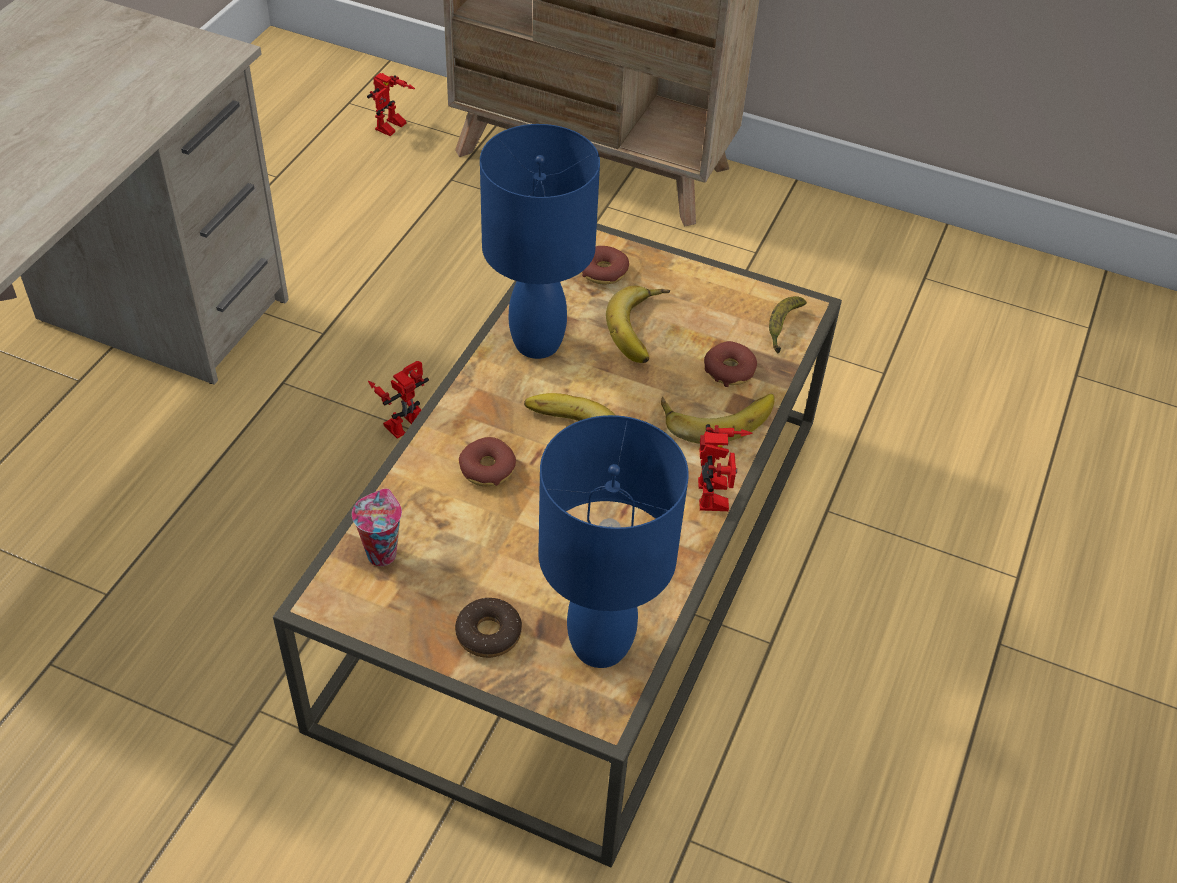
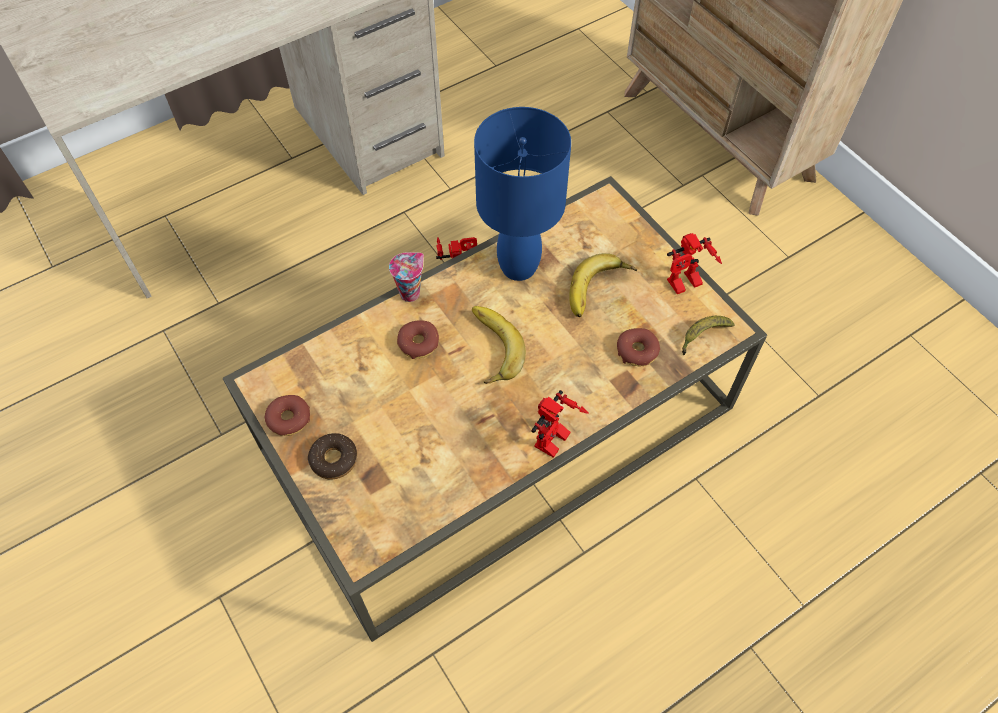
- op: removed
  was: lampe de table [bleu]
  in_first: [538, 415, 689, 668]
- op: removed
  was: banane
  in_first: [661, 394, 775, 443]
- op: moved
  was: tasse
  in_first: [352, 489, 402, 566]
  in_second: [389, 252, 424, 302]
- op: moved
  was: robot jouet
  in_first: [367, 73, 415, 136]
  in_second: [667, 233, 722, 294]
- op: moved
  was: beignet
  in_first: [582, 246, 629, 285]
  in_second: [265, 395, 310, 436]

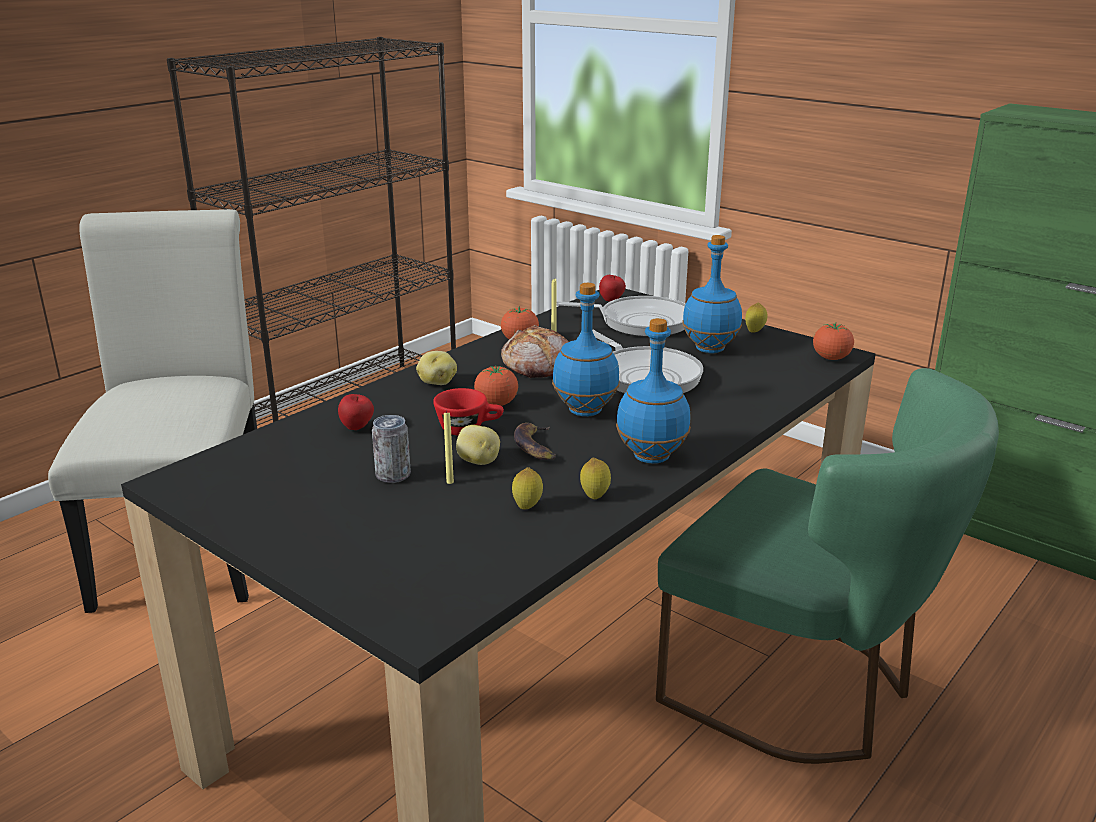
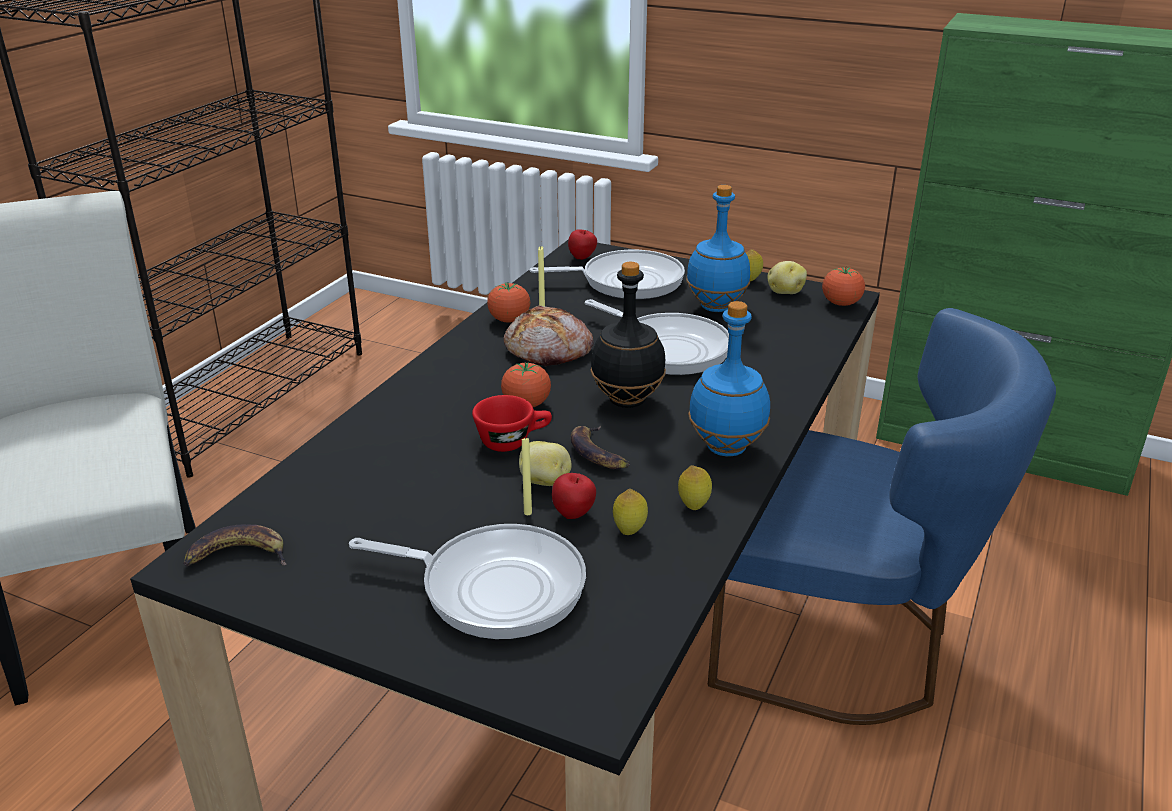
- op: removed
  was: boîte métallique
  in_first: [372, 415, 411, 483]
- op: added
  now: banane
  in_second: [183, 525, 286, 566]
- op: added
  now: poêle
  in_second: [349, 524, 586, 639]
- op: moved
  was: pomme
  in_first: [338, 394, 374, 430]
  in_second: [552, 473, 596, 519]
- op: moved
  was: pomme de terre
  in_first: [416, 351, 457, 385]
  in_second: [767, 261, 807, 294]
- op: recoloured
  was: bouteille [bleu]
  now: bouteille [noir]
  in_first: [552, 283, 620, 417]
  in_second: [590, 262, 666, 408]
- op: recoloured
  was: chaise [vert]
  now: chaise [bleu]
  in_first: [656, 368, 999, 764]
  in_second: [708, 308, 1056, 725]

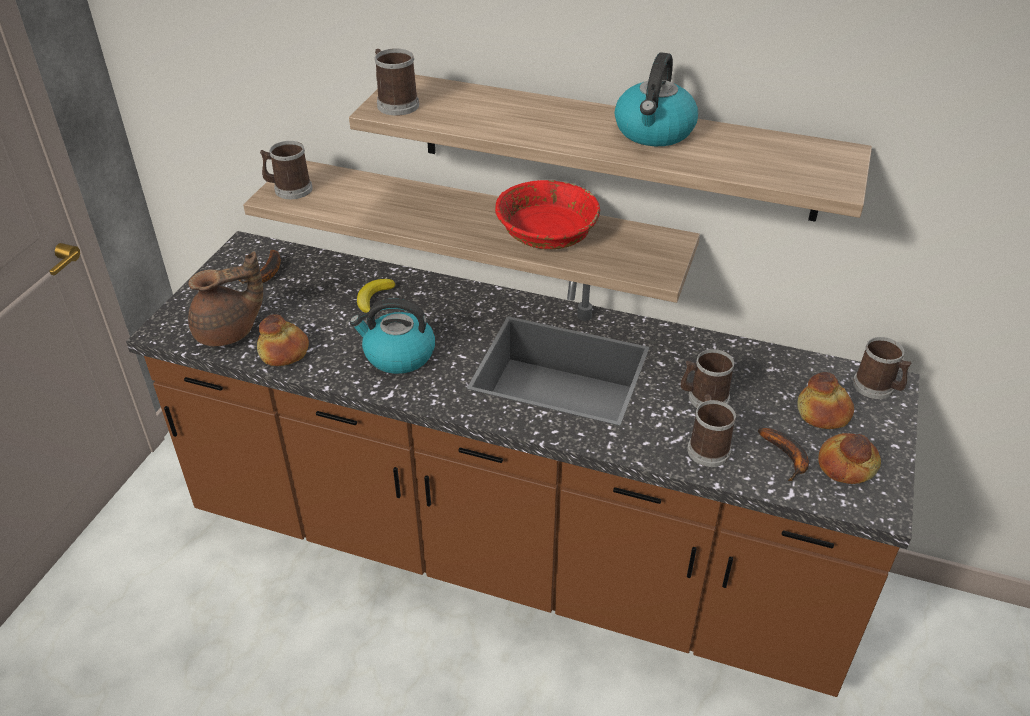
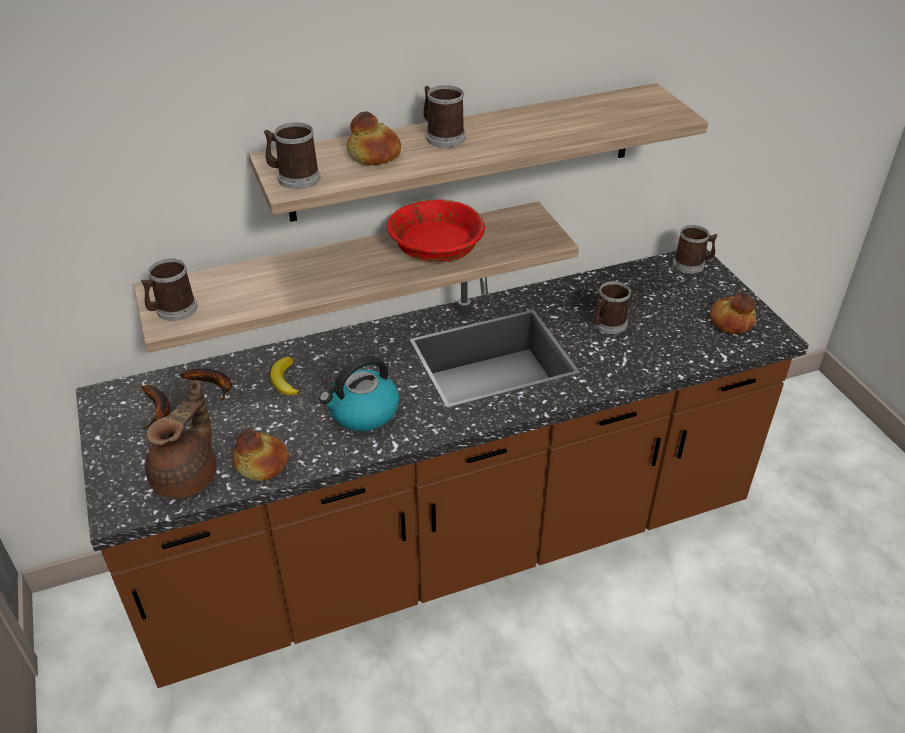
- op: removed
  was: bouilloire
  in_first: [615, 52, 698, 146]
- op: moved
  was: mug
  in_first: [687, 394, 736, 467]
  in_second: [423, 85, 465, 148]
- op: moved
  was: banane
  in_first: [758, 428, 809, 481]
  in_second: [180, 368, 232, 400]
- op: moved
  was: pain
  in_first: [798, 372, 854, 429]
  in_second: [347, 111, 401, 165]

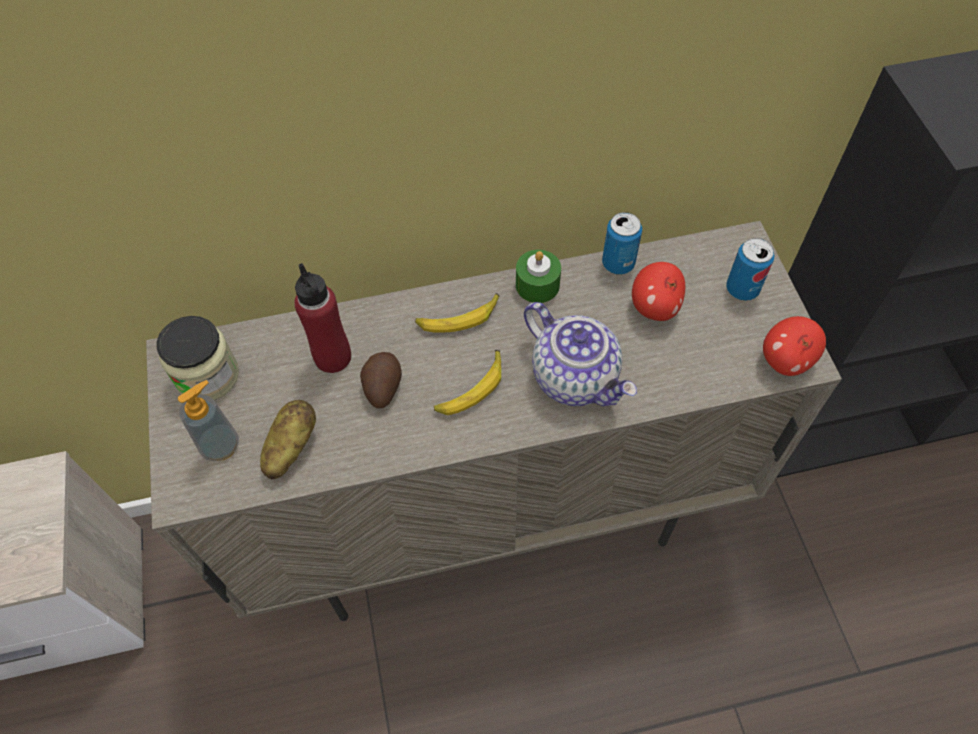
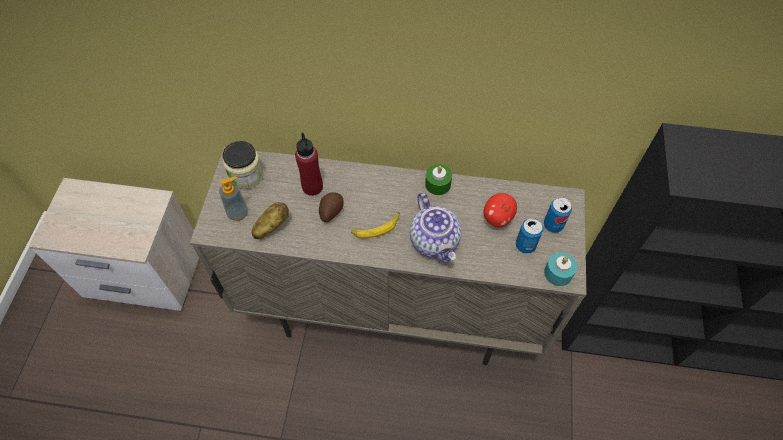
- op: removed
  was: banane
  in_first: [415, 293, 499, 332]
- op: moved
  was: boîte métallique
  in_first: [602, 212, 642, 275]
  in_second: [516, 218, 543, 254]
- op: replaced
  was: pomme
  now: bougie [turquoise]
  in_first: [763, 316, 826, 376]
  in_second: [544, 252, 577, 286]

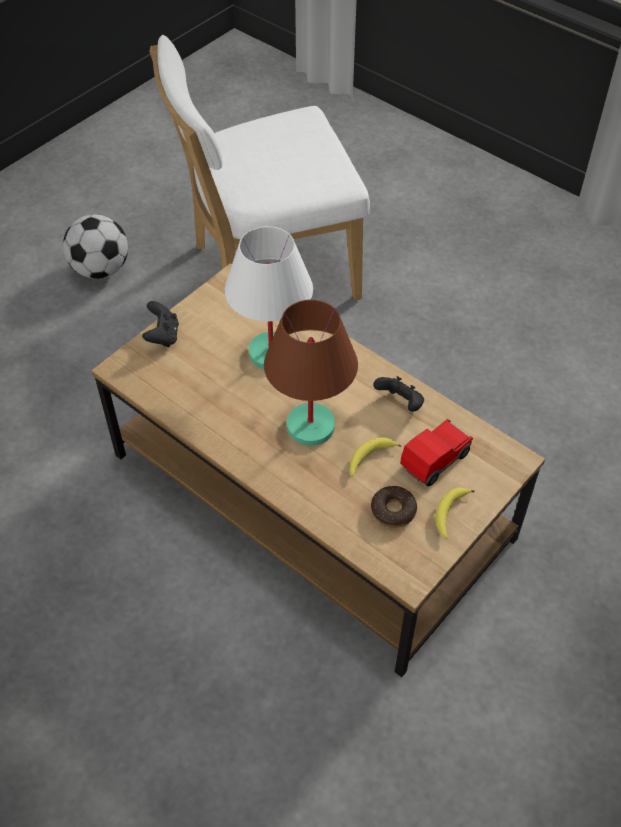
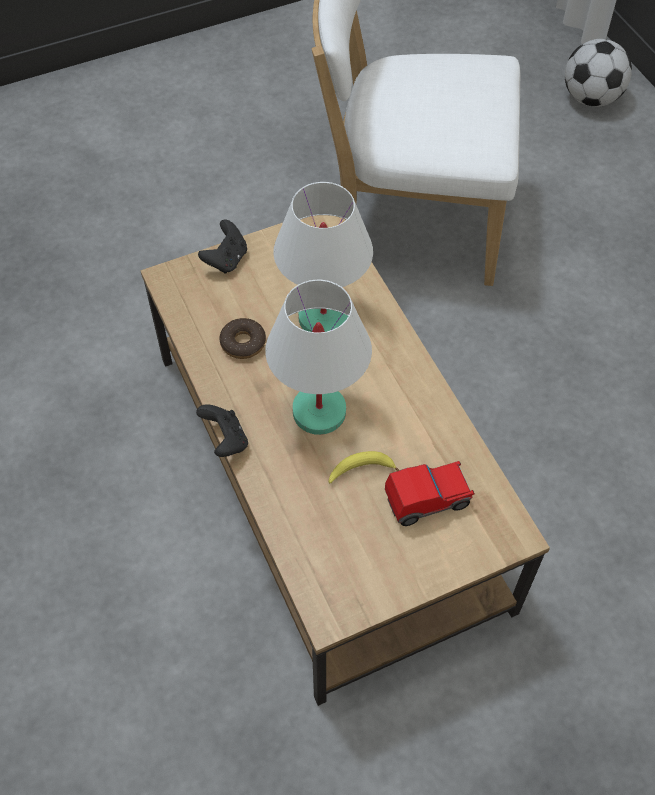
- op: removed
  was: banane
  in_first: [435, 488, 475, 539]
- op: moved
  was: ballon de foot
  in_first: [63, 214, 128, 279]
  in_second: [565, 39, 632, 107]
- op: moved
  was: beignet
  in_first: [371, 486, 417, 528]
  in_second: [220, 318, 266, 359]
- op: moved
  was: manette [noir]
  in_first: [373, 376, 424, 412]
  in_second: [196, 404, 248, 457]
- op: recoloured
  was: lampe de table [marron]
  now: lampe de table [blanc]
  in_first: [264, 300, 358, 446]
  in_second: [265, 280, 372, 435]

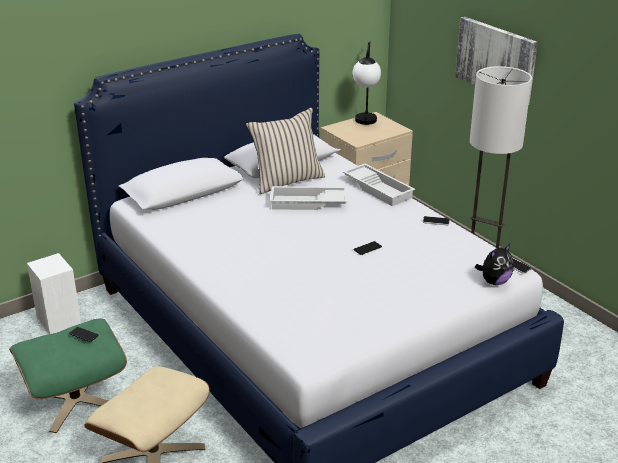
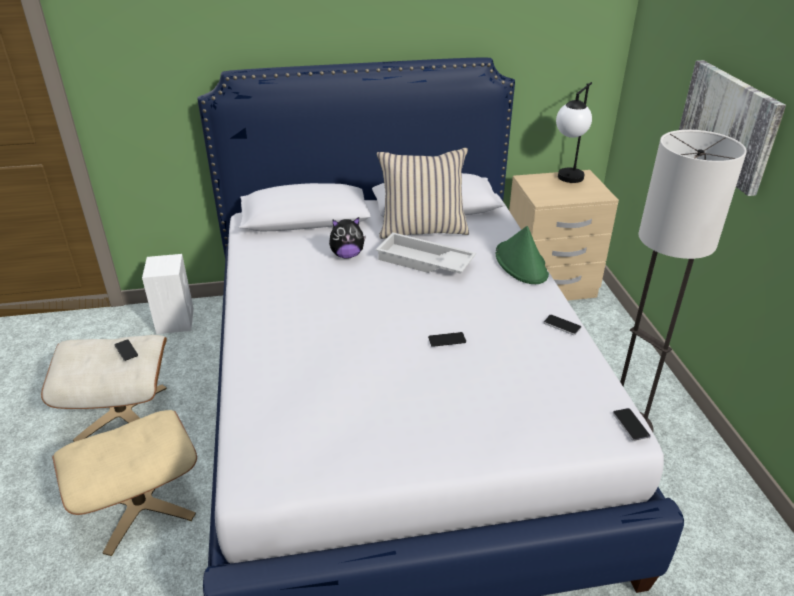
- op: moved
  was: peluche
  in_first: [475, 244, 514, 285]
  in_second: [329, 217, 366, 259]
- op: replaced
  was: plateau [blanc]
  now: chapeau [vert]
  in_first: [343, 163, 415, 206]
  in_second: [496, 226, 549, 284]
- op: recoloured
  was: pouf [vert]
  now: pouf [beige]
  in_first: [9, 318, 127, 433]
  in_second: [41, 335, 167, 442]

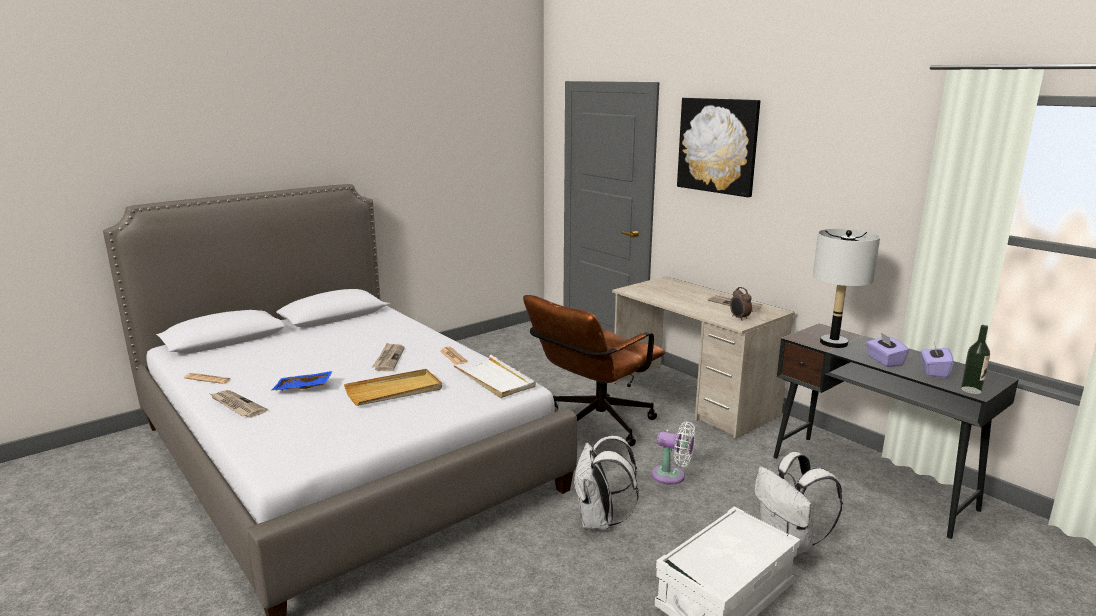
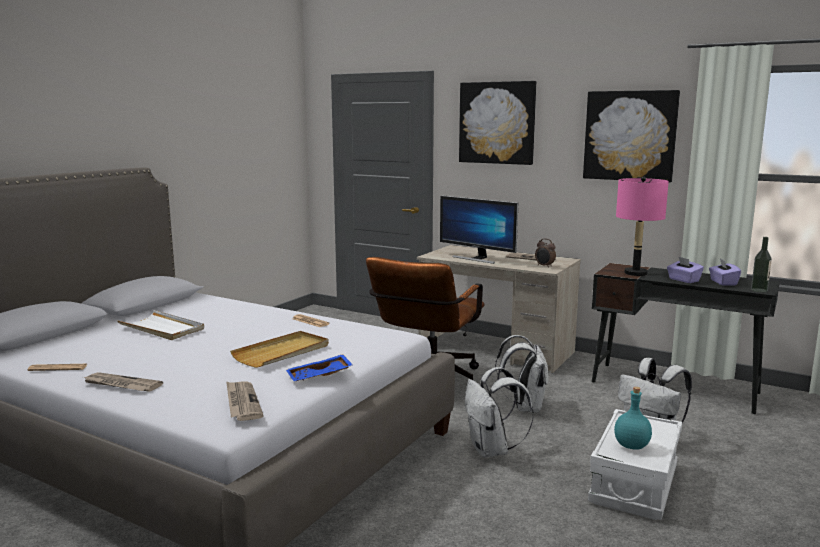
- op: added
  now: écran d'ordinateur
  in_second: [440, 195, 518, 264]
- op: added
  now: tableau
  in_second: [583, 90, 680, 183]
- op: added
  now: bouteille [turquoise]
  in_second: [614, 387, 652, 449]
- op: moved
  was: plateau [bleu]
  in_first: [272, 371, 333, 391]
  in_second: [286, 354, 353, 381]
- op: moved
  was: journal
  in_first: [372, 343, 405, 371]
  in_second: [226, 381, 264, 421]
- op: moved
  was: plateau [blanc]
  in_first: [453, 354, 536, 398]
  in_second: [117, 310, 204, 340]
- op: replaced
  was: ventilateur [blanc]
  now: sac à dos [blanc]
  in_first: [652, 421, 695, 485]
  in_second: [495, 335, 549, 413]
- op: recoloured
  was: lampe de table [gris]
  now: lampe de table [rose]
  in_first: [813, 229, 880, 348]
  in_second: [616, 176, 669, 276]

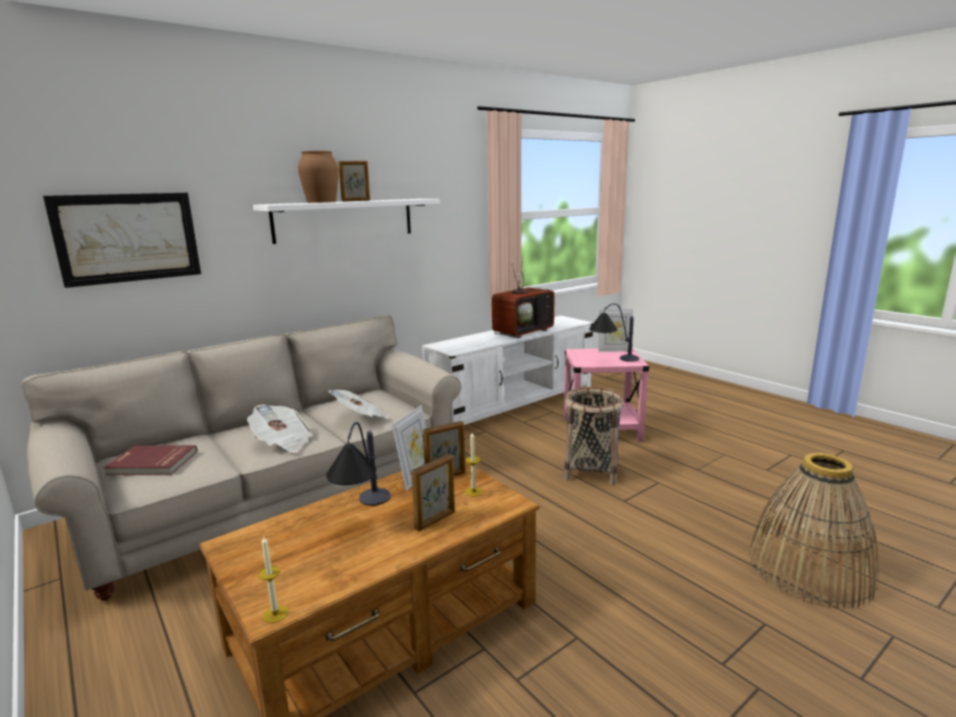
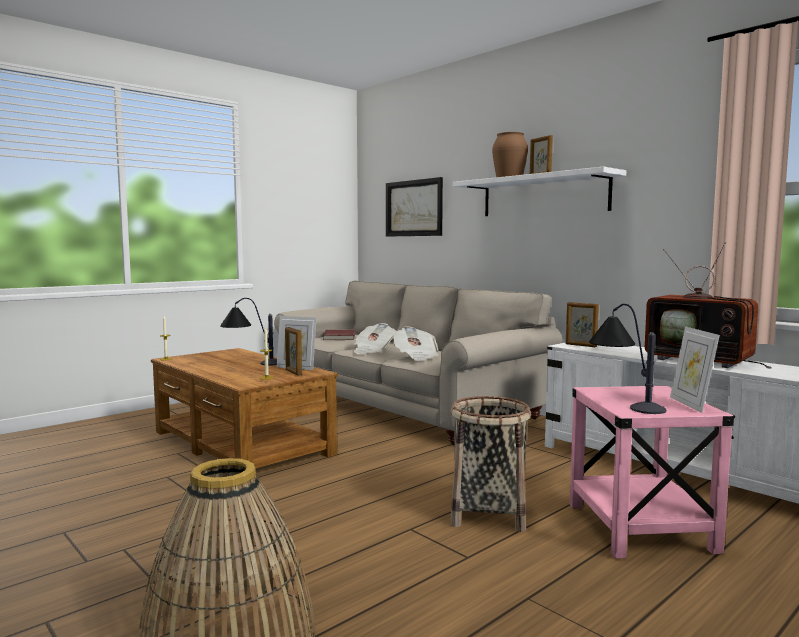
- op: moved
  was: cadre photo
  in_first: [411, 454, 455, 532]
  in_second: [566, 302, 599, 347]

